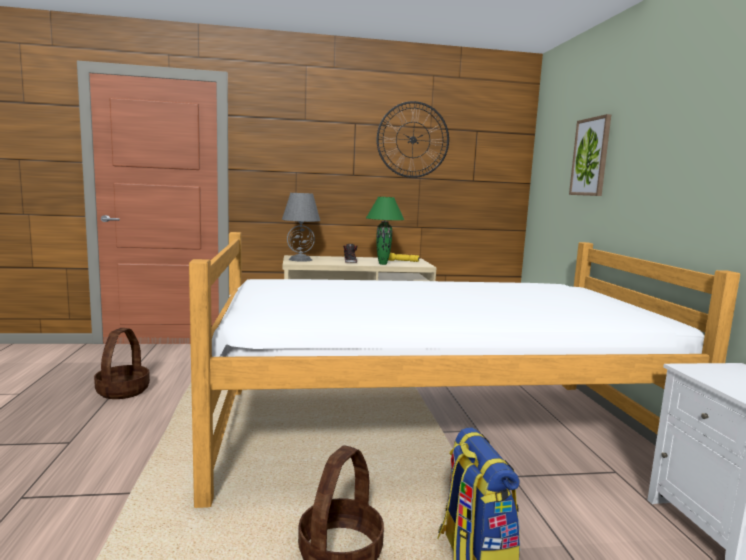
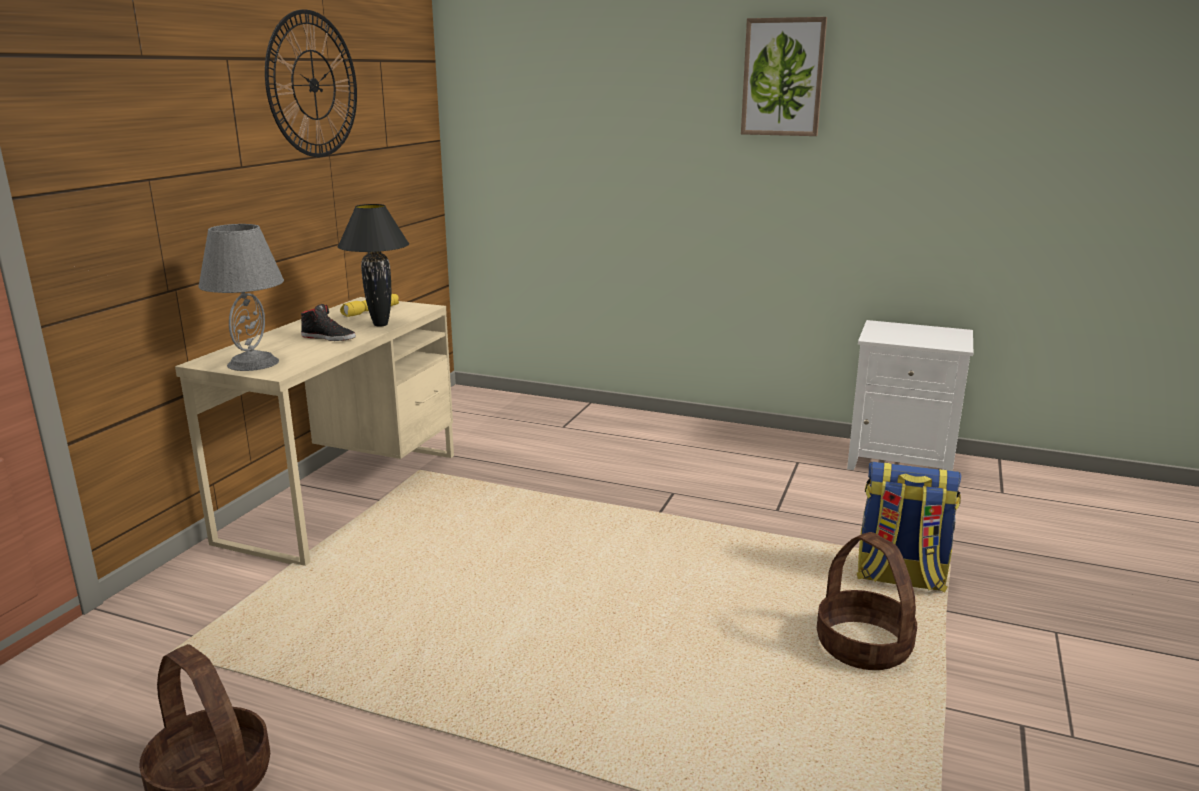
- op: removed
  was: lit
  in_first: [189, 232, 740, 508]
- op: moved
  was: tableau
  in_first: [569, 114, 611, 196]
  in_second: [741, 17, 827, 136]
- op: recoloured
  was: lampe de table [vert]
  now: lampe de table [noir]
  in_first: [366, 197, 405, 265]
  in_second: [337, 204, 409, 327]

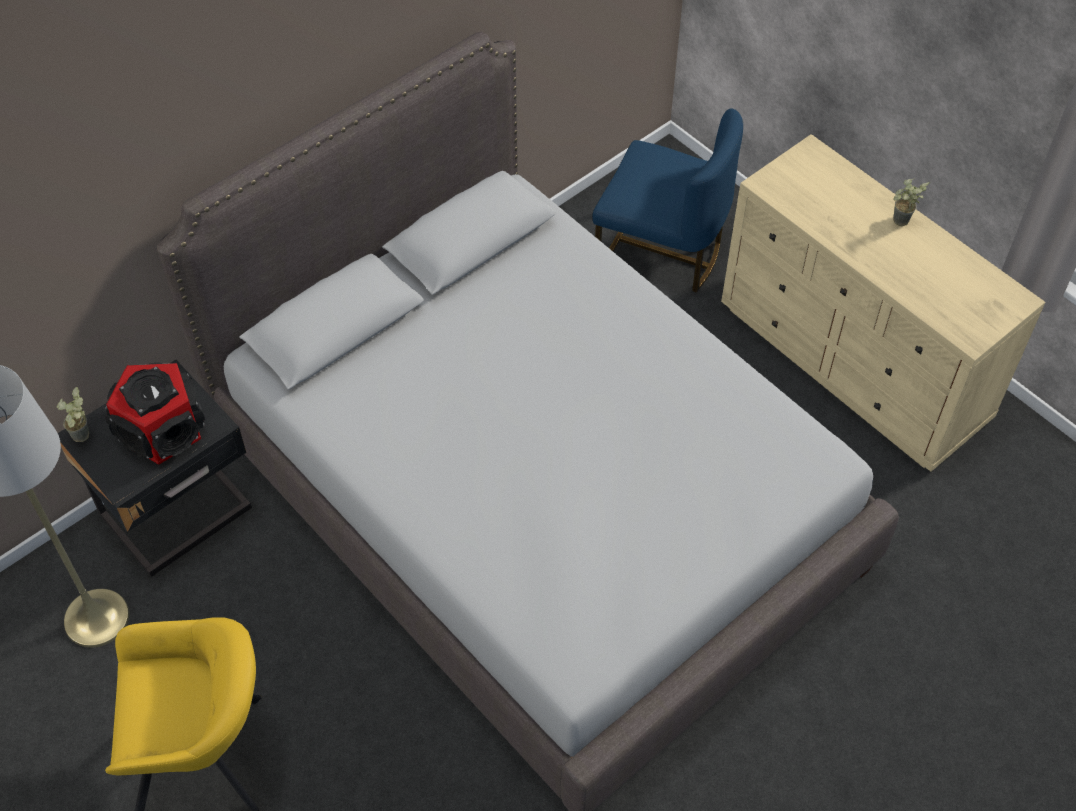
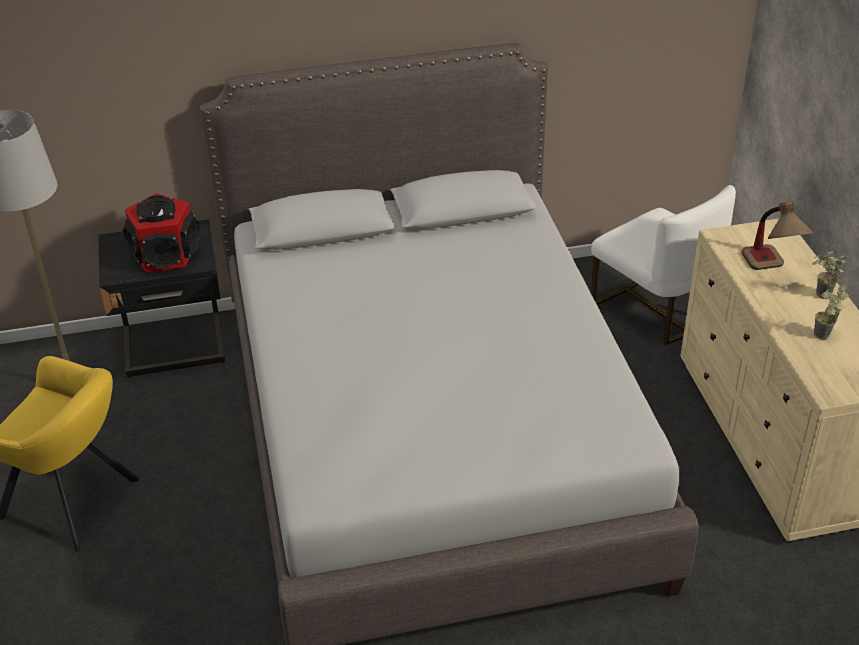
- op: added
  now: lampe de table
  in_second: [741, 202, 813, 270]
- op: moved
  was: plante en pot
  in_first: [57, 387, 89, 442]
  in_second: [814, 284, 849, 339]
- op: recoloured
  was: chaise [bleu]
  now: chaise [blanc]
  in_first: [593, 108, 743, 292]
  in_second: [590, 185, 736, 345]

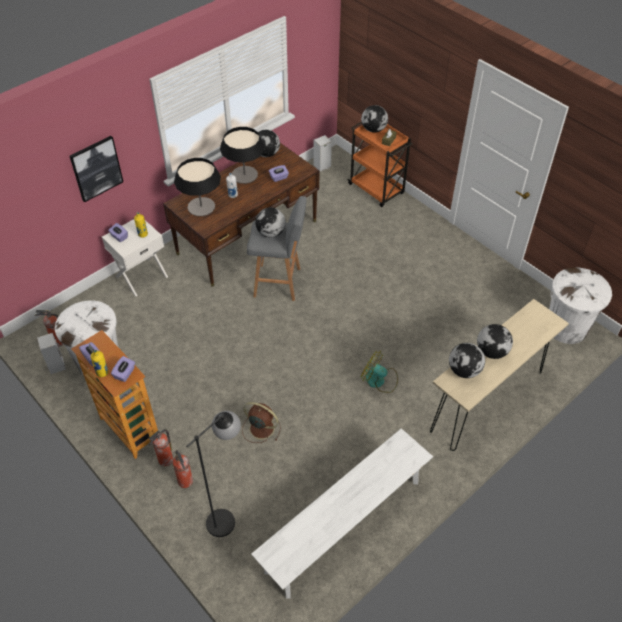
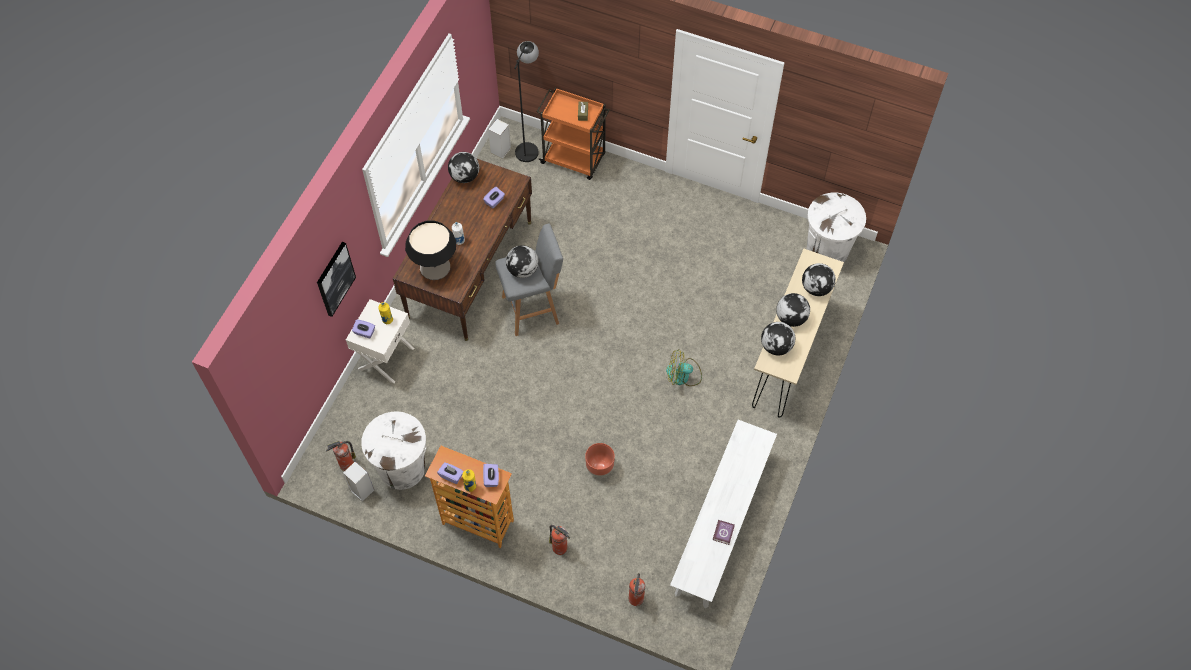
- op: removed
  was: lampe de table
  in_first: [220, 127, 265, 184]
- op: added
  now: livre
  in_second: [713, 520, 735, 545]
- op: moved
  was: extincteur
  in_first: [148, 429, 173, 466]
  in_second: [629, 573, 645, 606]
- op: moved
  was: lampadaire [noir]
  in_first: [187, 411, 241, 537]
  in_second: [514, 41, 539, 162]
- op: moved
  was: globe
  in_first: [361, 105, 388, 133]
  in_second: [802, 263, 836, 296]
- op: replaced
  was: ventilateur [marron]
  now: cache-pot [marron]
  in_first: [242, 402, 281, 443]
  in_second: [585, 443, 615, 477]

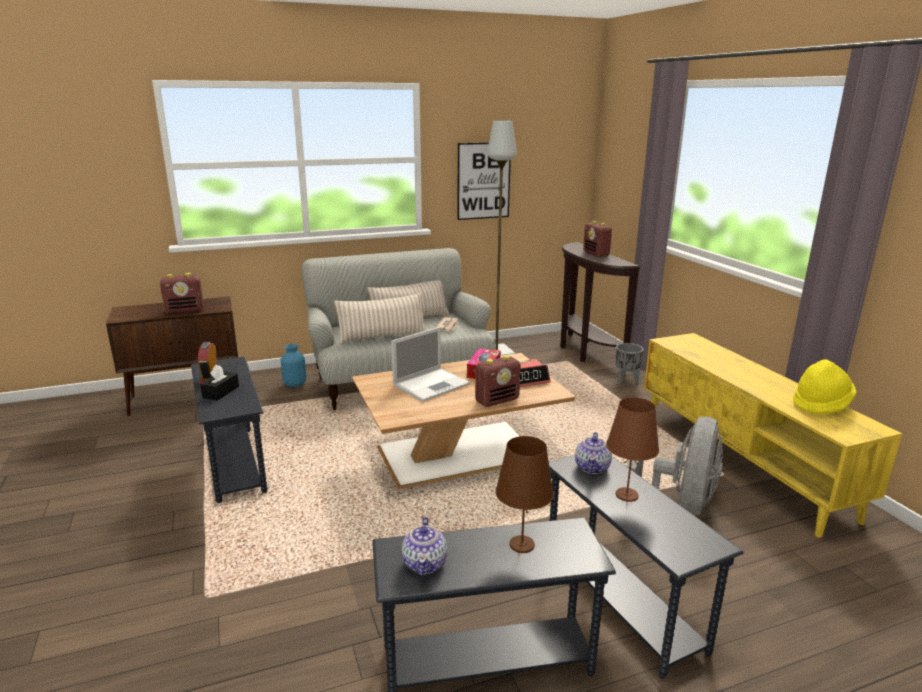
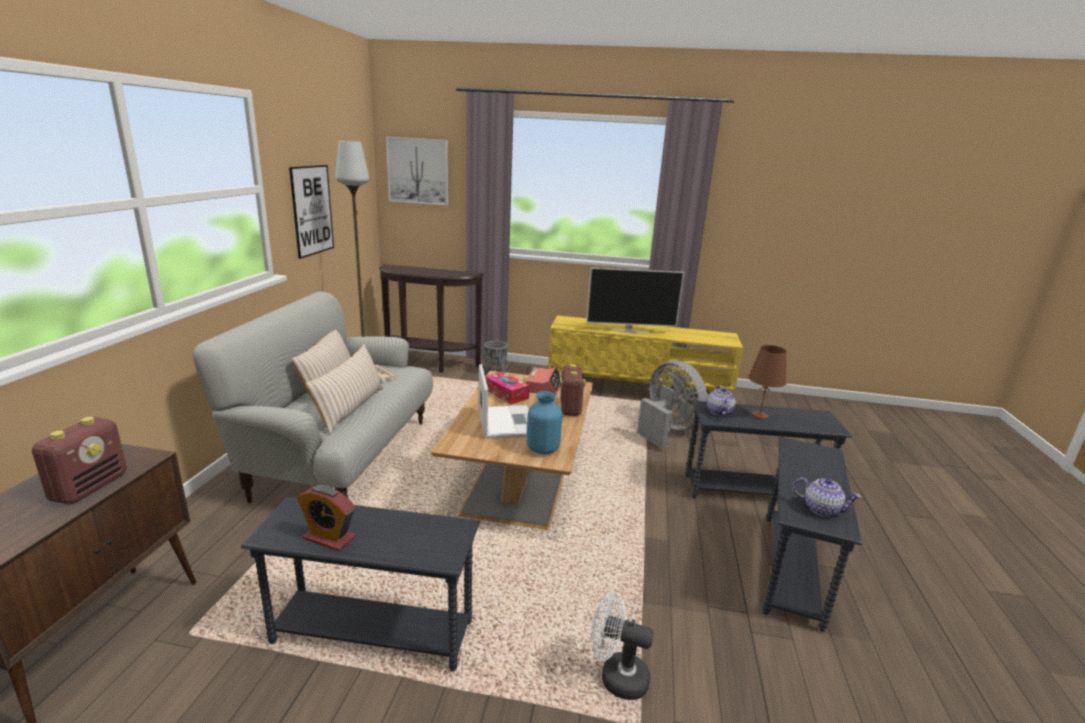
- op: removed
  was: boîte à mouchoirs [noir]
  in_first: [200, 365, 239, 400]
- op: removed
  was: lampe de table [marron]
  in_first: [495, 436, 554, 553]
- op: removed
  was: radio
  in_first: [583, 221, 613, 257]
- op: removed
  was: chapeau [jaune]
  in_first: [793, 359, 857, 414]
- op: added
  now: tableau
  in_second: [386, 137, 448, 205]
- op: added
  now: téléviseur
  in_second: [586, 268, 684, 332]
- op: added
  now: ventilateur [blanc]
  in_second: [591, 593, 654, 700]
- op: moved
  was: vase [bleu]
  in_first: [281, 344, 306, 387]
  in_second: [527, 391, 562, 454]
- op: turned
  was: théière
  in_first: [575, 432, 612, 474]
  in_second: [707, 385, 736, 416]
  clockwise: -135

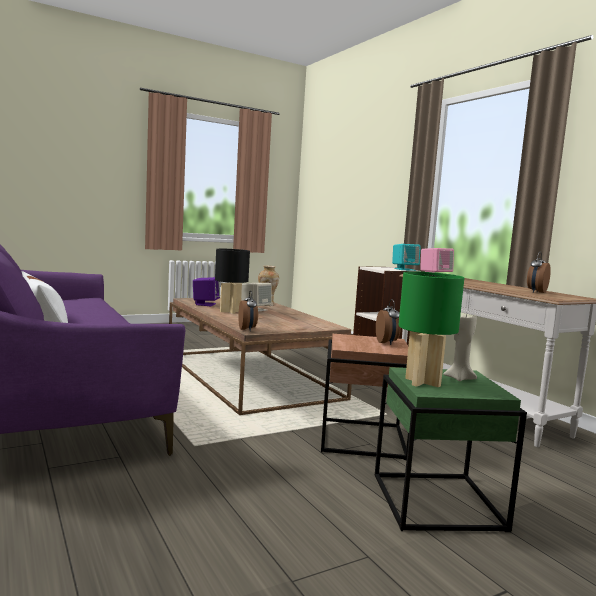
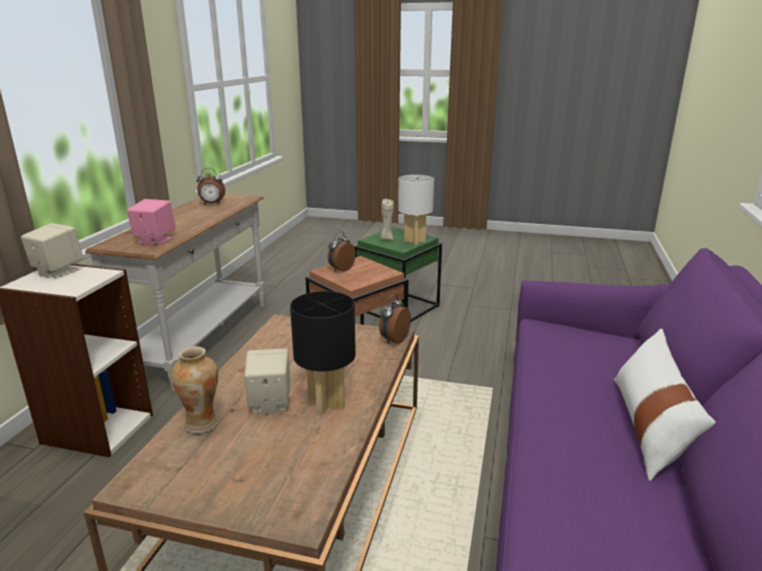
- op: removed
  was: enceinte [violet]
  in_first: [193, 277, 220, 306]
- op: recoloured
  was: enceinte [turquoise]
  now: enceinte [beige]
  in_first: [392, 244, 421, 271]
  in_second: [21, 223, 84, 278]
- op: recoloured
  was: lampe de table [vert]
  now: lampe de table [blanc]
  in_first: [398, 271, 464, 387]
  in_second: [398, 175, 434, 245]

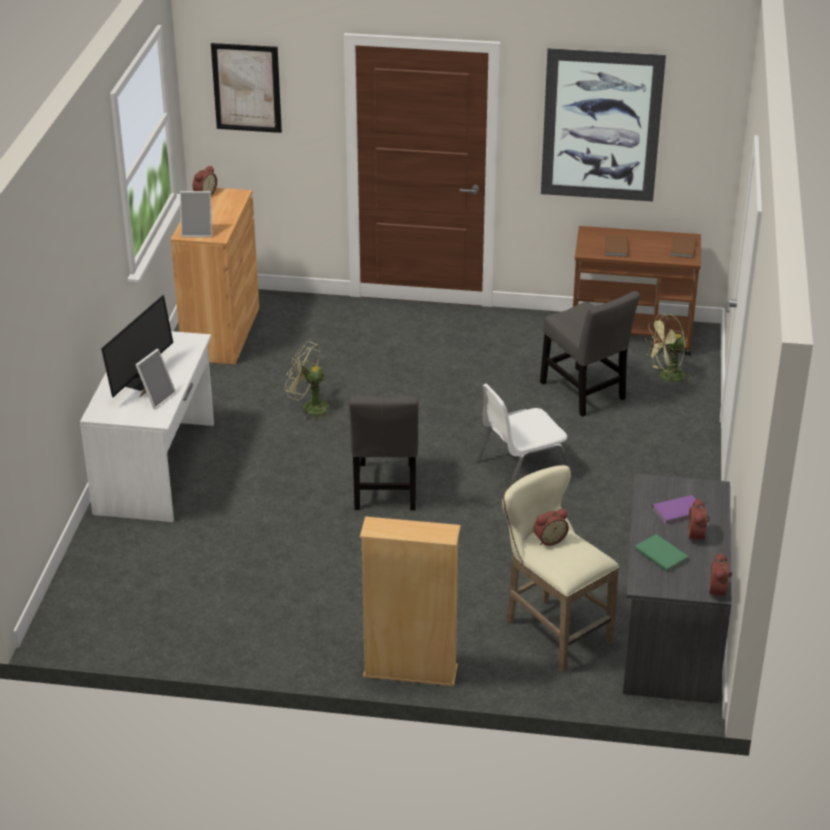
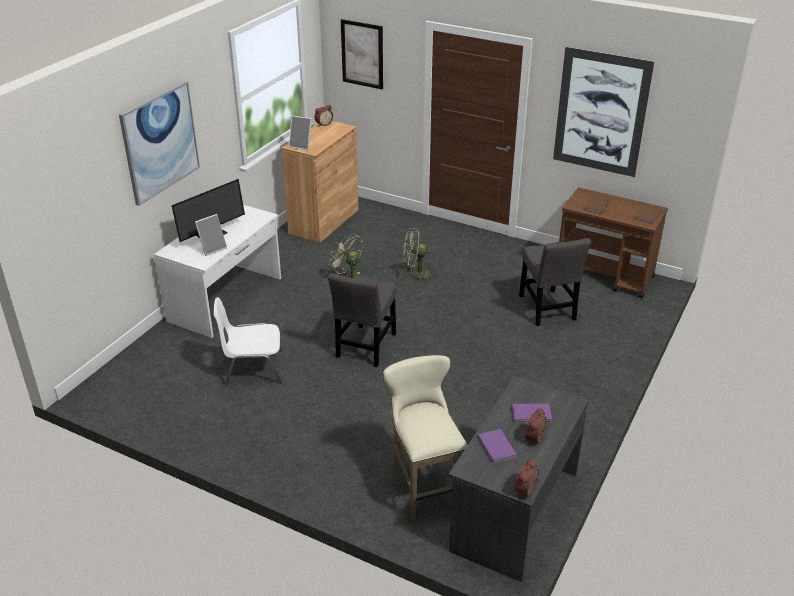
- op: removed
  was: bibliothèque [beige]
  in_first: [360, 516, 460, 686]
- op: removed
  was: réveil
  in_first: [534, 509, 569, 546]
- op: added
  now: tableau
  in_second: [119, 81, 200, 206]
- op: moved
  was: chaise [blanc]
  in_first: [477, 384, 572, 488]
  in_second: [214, 297, 283, 386]
- op: moved
  was: ventilateur [vert]
  in_first: [645, 314, 694, 387]
  in_second: [403, 228, 435, 283]
- op: recoloured
  was: livre [vert]
  now: livre [violet]
  in_first: [635, 534, 689, 572]
  in_second: [477, 429, 517, 463]

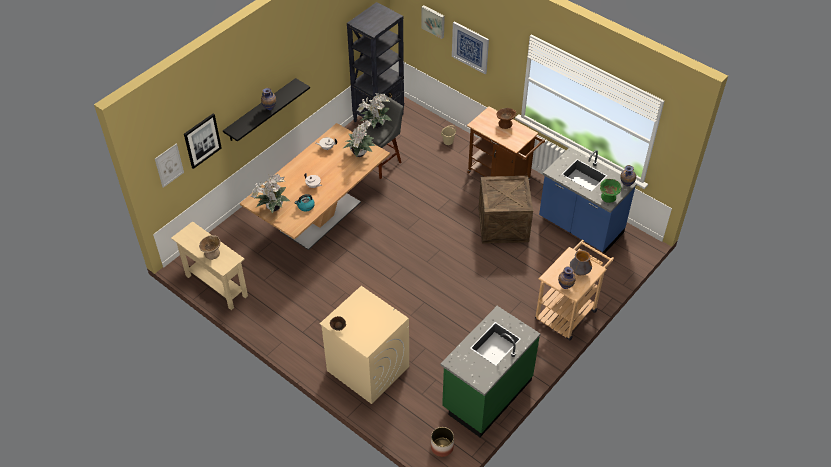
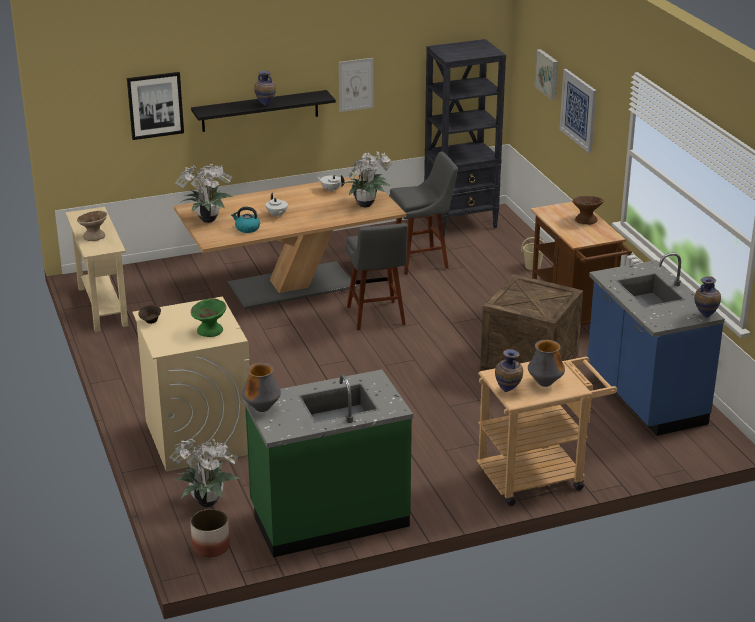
- op: added
  now: vase
  in_second: [242, 363, 281, 412]
- op: added
  now: tabouret [gris]
  in_second: [345, 223, 408, 330]
- op: moved
  was: tableau
  in_first: [155, 143, 184, 188]
  in_second: [339, 58, 373, 112]
- op: moved
  was: plante en pot
  in_first: [356, 93, 392, 129]
  in_second: [169, 438, 240, 507]
- op: moved
  was: bol [vert]
  in_first: [600, 179, 621, 203]
  in_second: [191, 298, 226, 337]

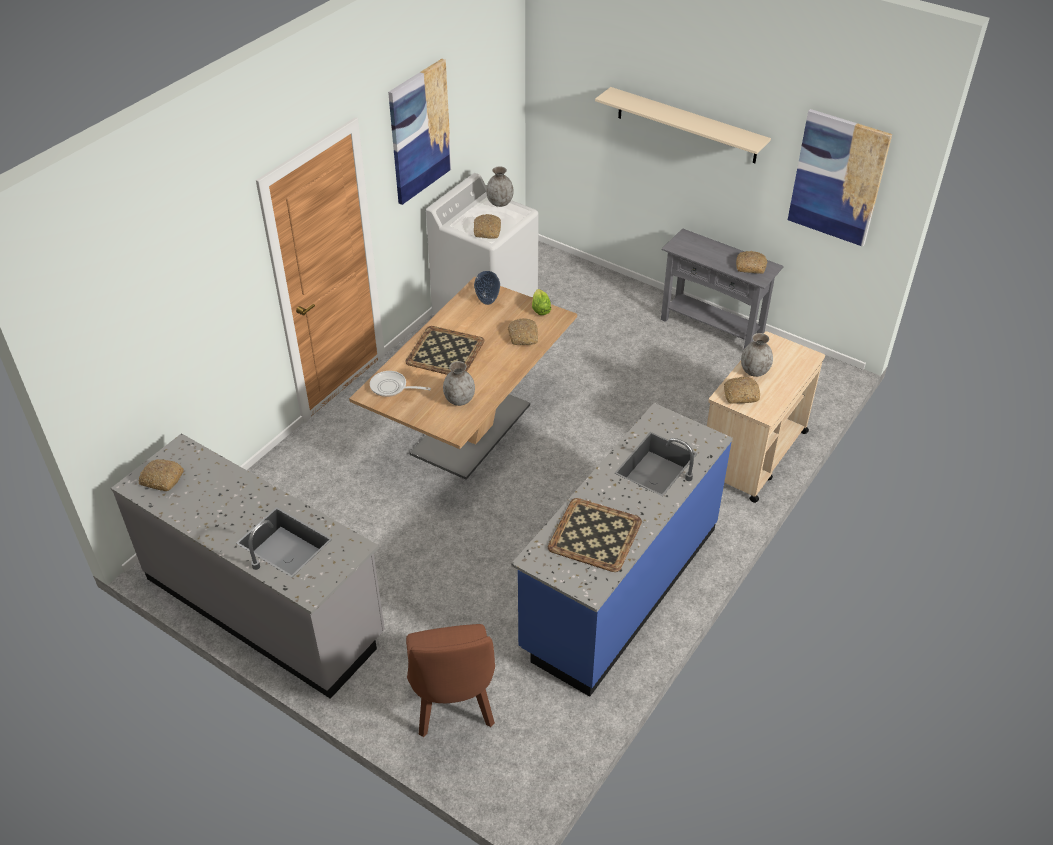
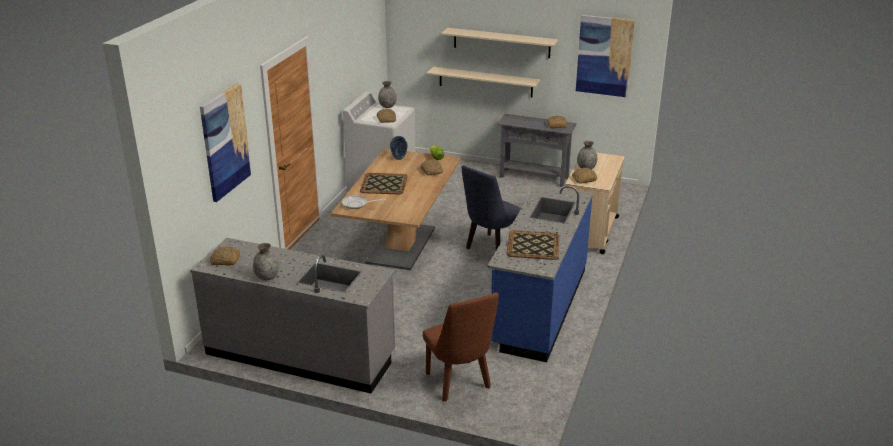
- op: added
  now: étagère [beige]
  in_second: [427, 67, 541, 97]
- op: added
  now: chaise [bleu]
  in_second: [462, 165, 521, 250]
- op: moved
  was: tableau
  in_first: [388, 59, 451, 205]
  in_second: [200, 83, 252, 202]
- op: moved
  was: vase [gris]
  in_first: [443, 361, 475, 406]
  in_second: [253, 243, 279, 280]

